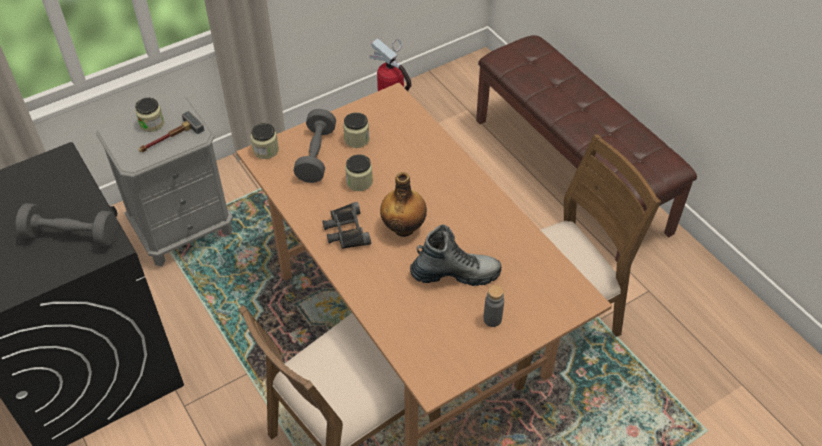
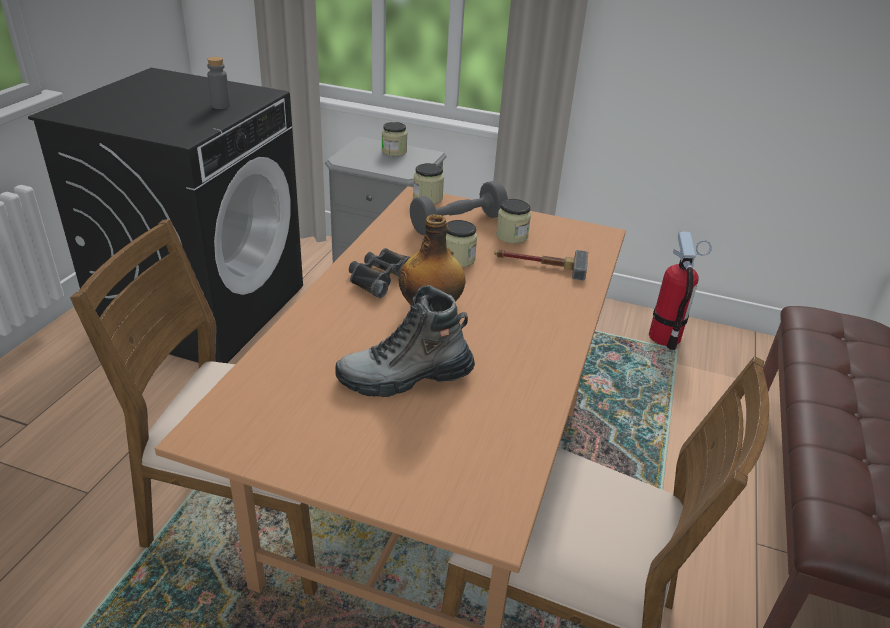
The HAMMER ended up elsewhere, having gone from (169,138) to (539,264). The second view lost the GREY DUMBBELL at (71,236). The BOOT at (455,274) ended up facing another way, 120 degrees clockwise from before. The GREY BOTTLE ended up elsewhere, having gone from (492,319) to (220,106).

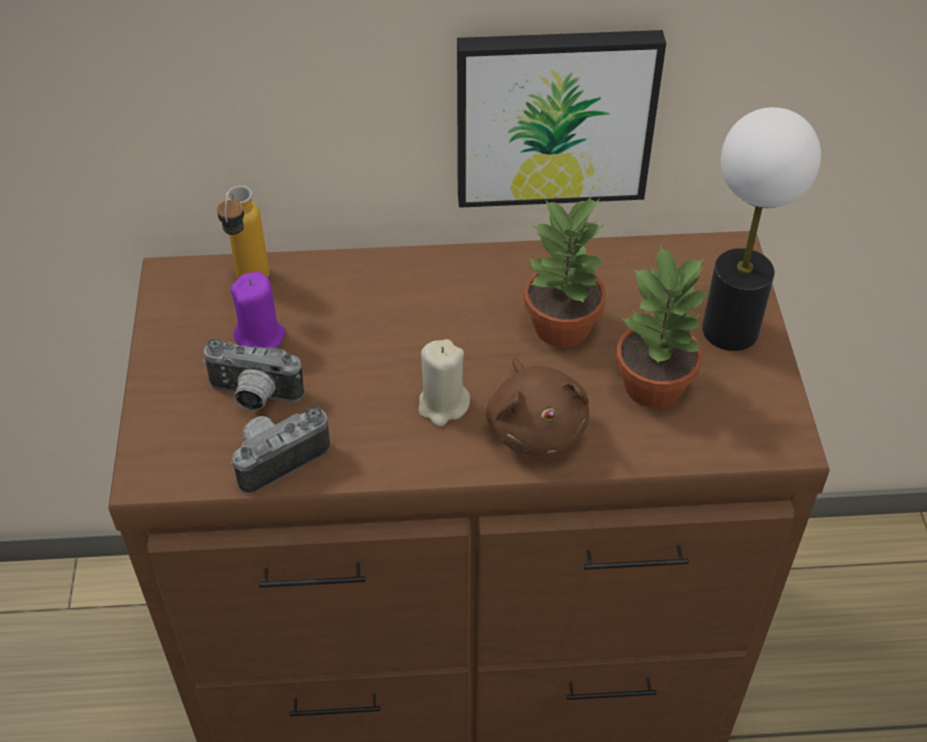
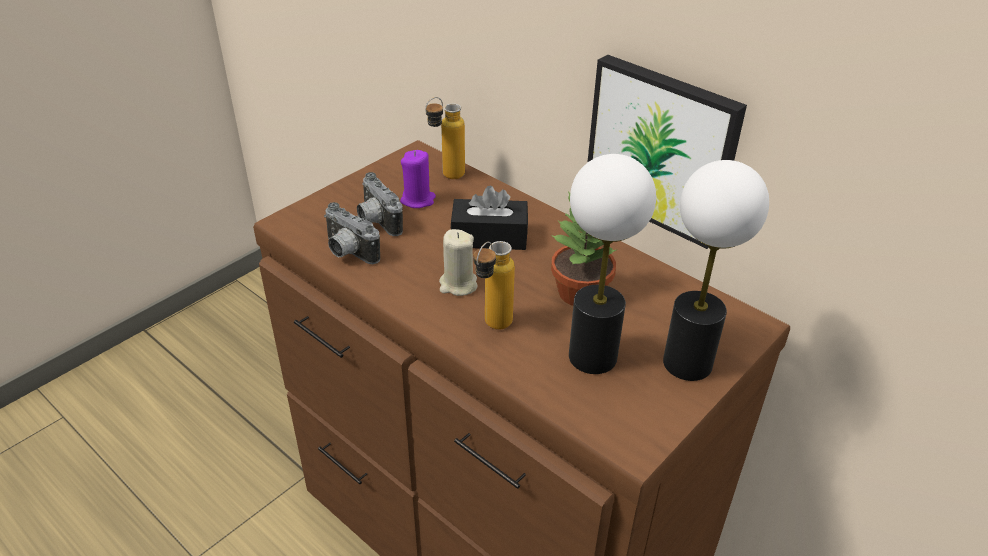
Where the POTTED PLANT stood at (654,384), the TABLE LAMP came to stand at (593,356). Where the BROWN PLUSH TOY stood at (536,426), the BOTTLE came to stand at (492,328). The PHOTO CAMERA at (278,458) ended up facing another way, 150 degrees counterclockwise from before. The second view gained the BLACK TISSUE BOX at (489,237).

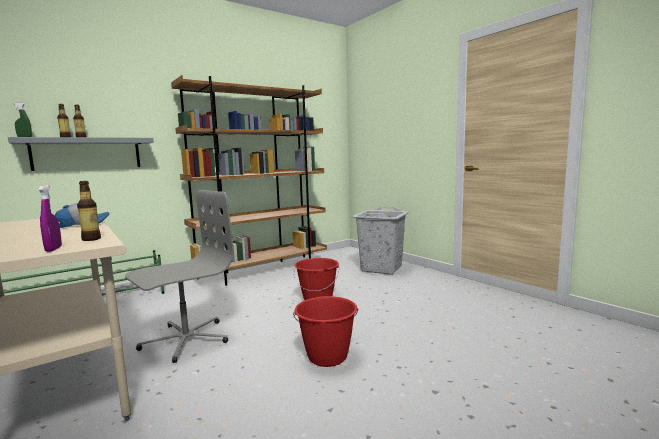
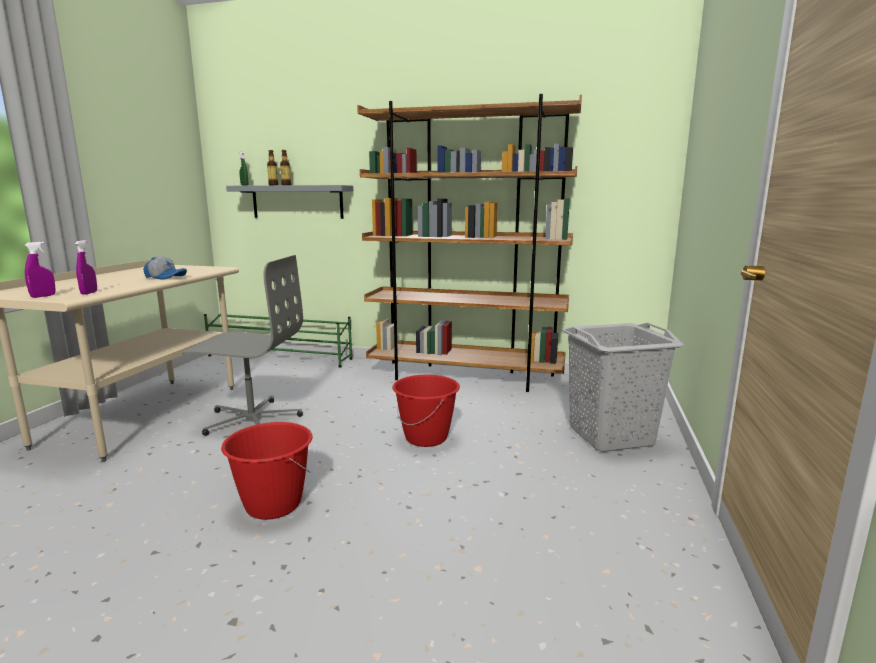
Where the BOTTLE stood at (91,239), the PURPLE SPRAY BOTTLE came to stand at (89,293).

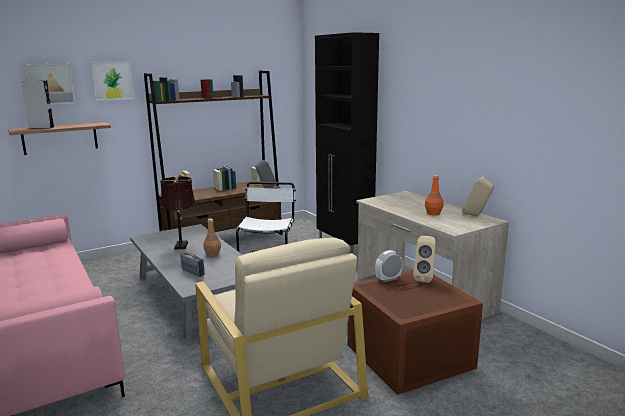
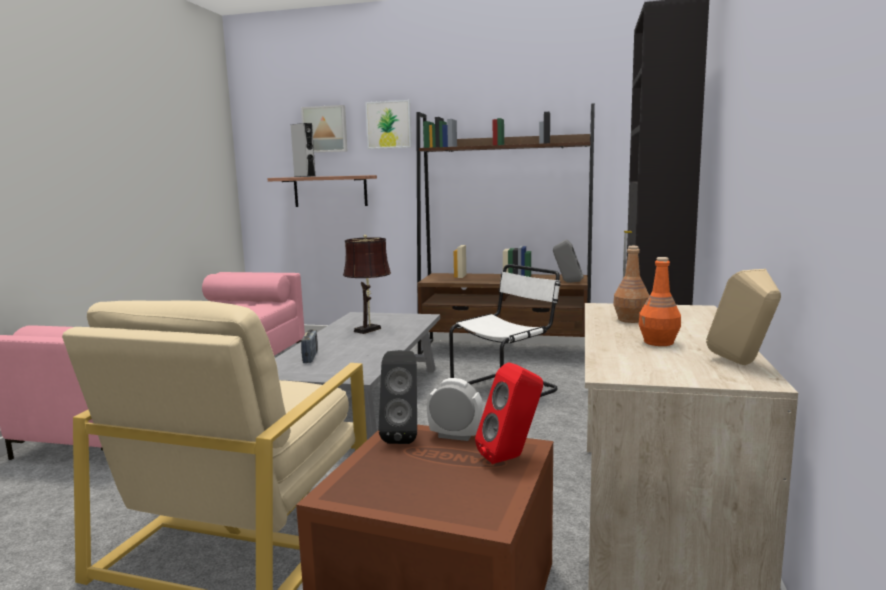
The BROWN BOTTLE ended up elsewhere, having gone from (212,254) to (630,320). What was the BEIGE SPEAKER at (424,279) turned into the RED SPEAKER at (511,458). The second view gained the BLACK SPEAKER at (402,436).

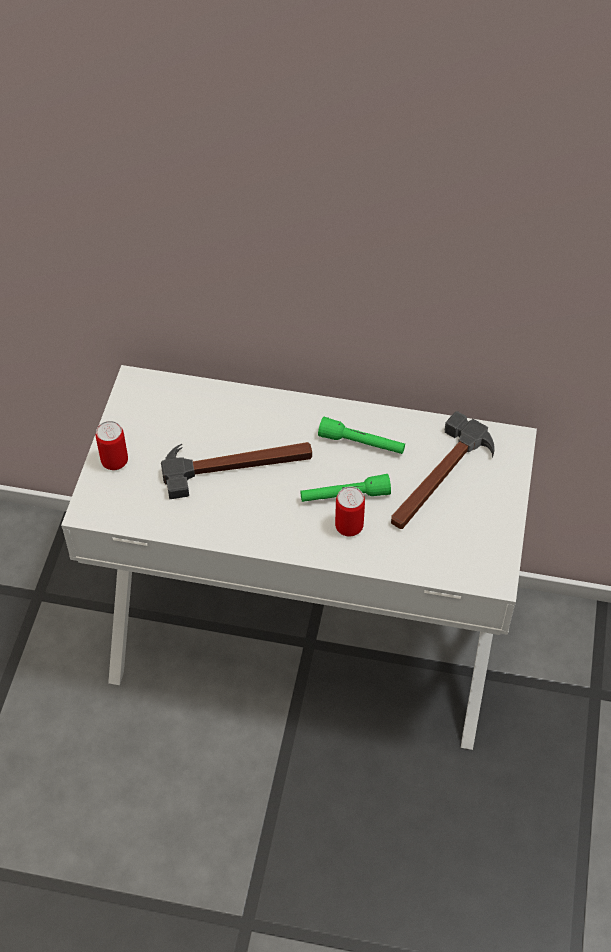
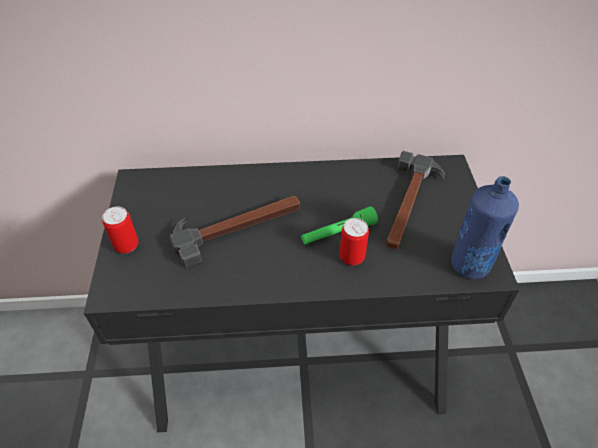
What was the WHITE DESK at (306,635) turned into the BLACK DESK at (299,355). The second view lost the GREEN FLASHLIGHT at (361,443). The second view gained the BLUE BOTTLE at (469,265).

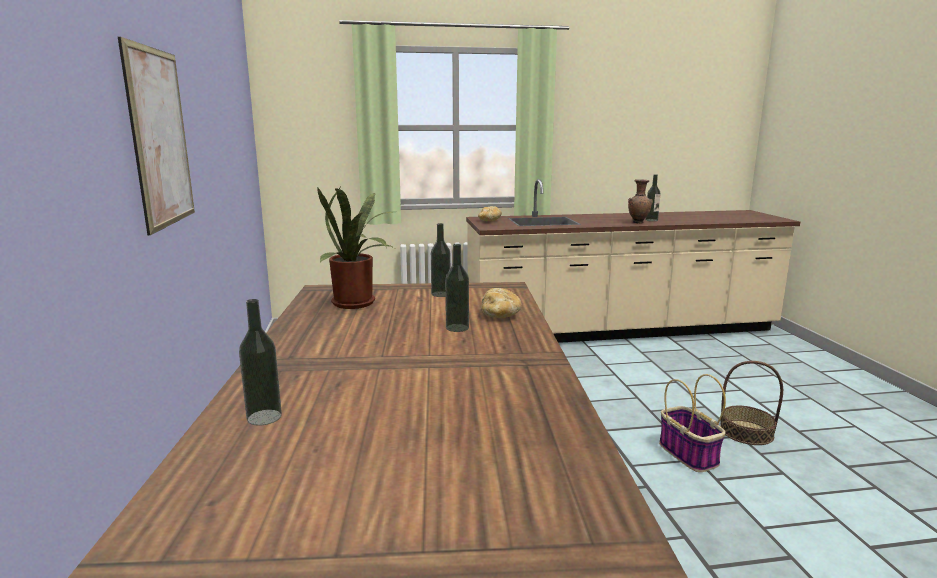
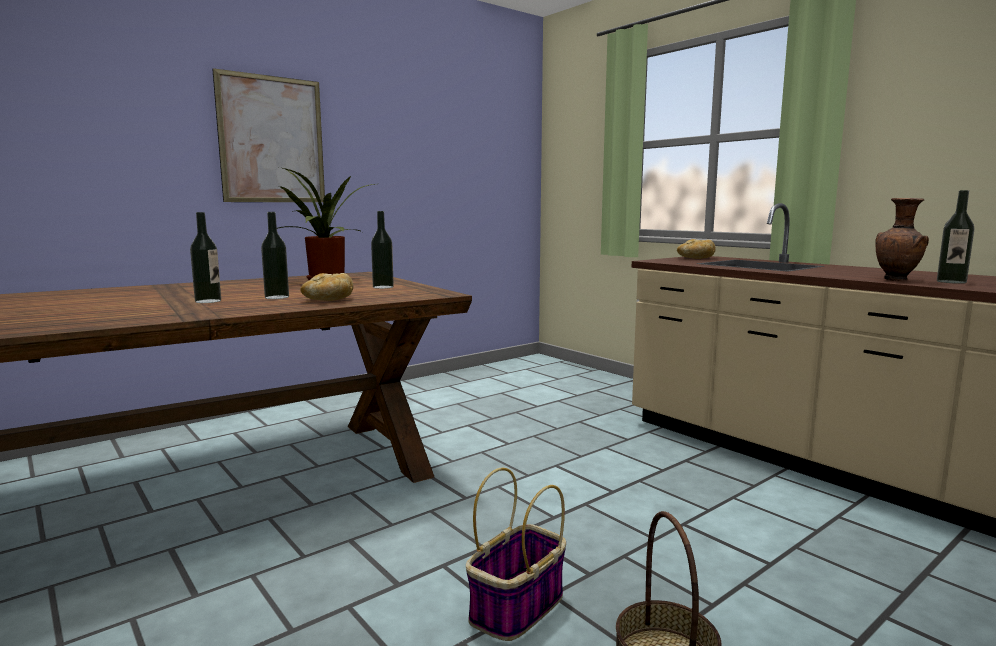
The BOTTLE ended up elsewhere, having gone from (264,417) to (208,301).

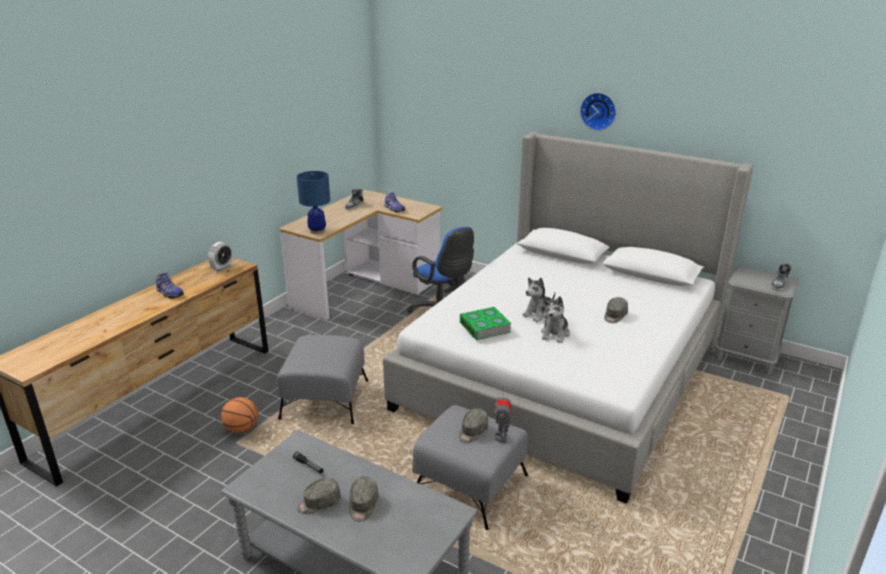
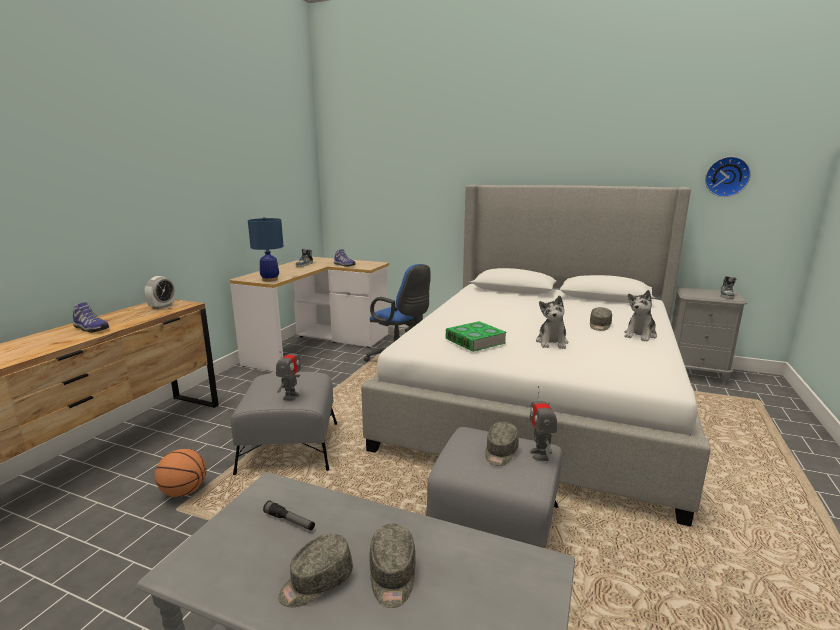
The WALL CLOCK ended up elsewhere, having gone from (599,111) to (726,177). The PLUSH TOY ended up elsewhere, having gone from (539,314) to (640,335). The second view gained the TOY ROBOT at (291,396).

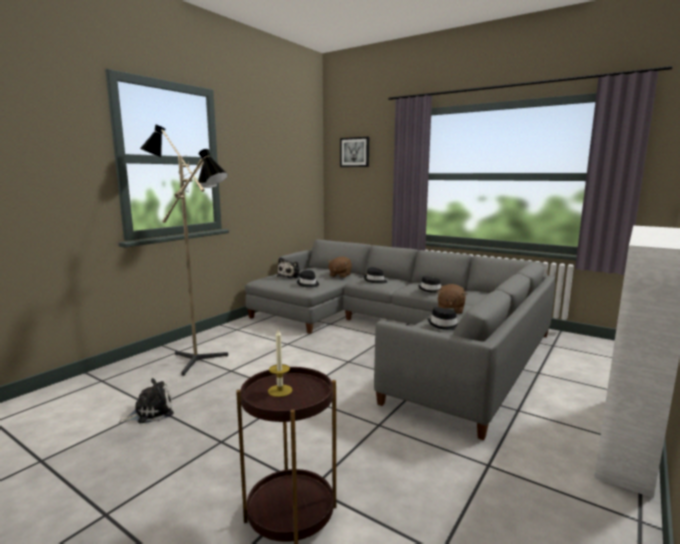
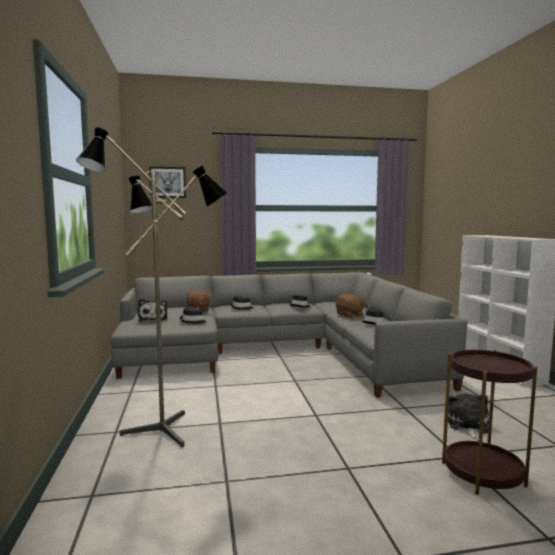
The second view lost the CANDLE at (280,390). The PLUSH TOY ended up elsewhere, having gone from (151,412) to (467,426).

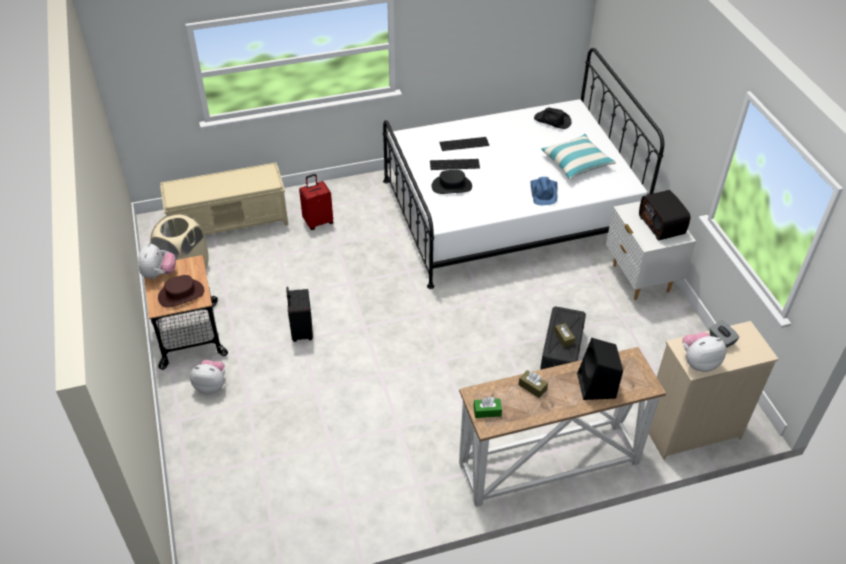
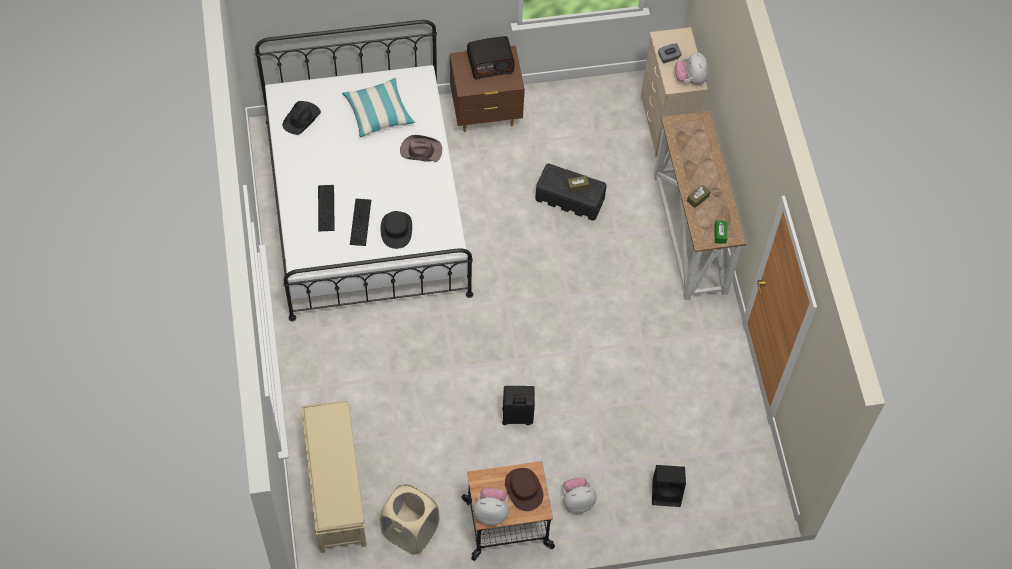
The second view lost the RED SUITCASE at (318,222). What was the BLUE HAT at (544,192) turned into the BROWN HAT at (420,150). What was the WHITE NIGHTSTAND at (640,278) turned into the BROWN NIGHTSTAND at (485,114). The BLACK SPEAKER ended up elsewhere, having gone from (597,386) to (667,492). The PLUSH TOY at (211,385) ended up facing another way, 60 degrees clockwise from before.

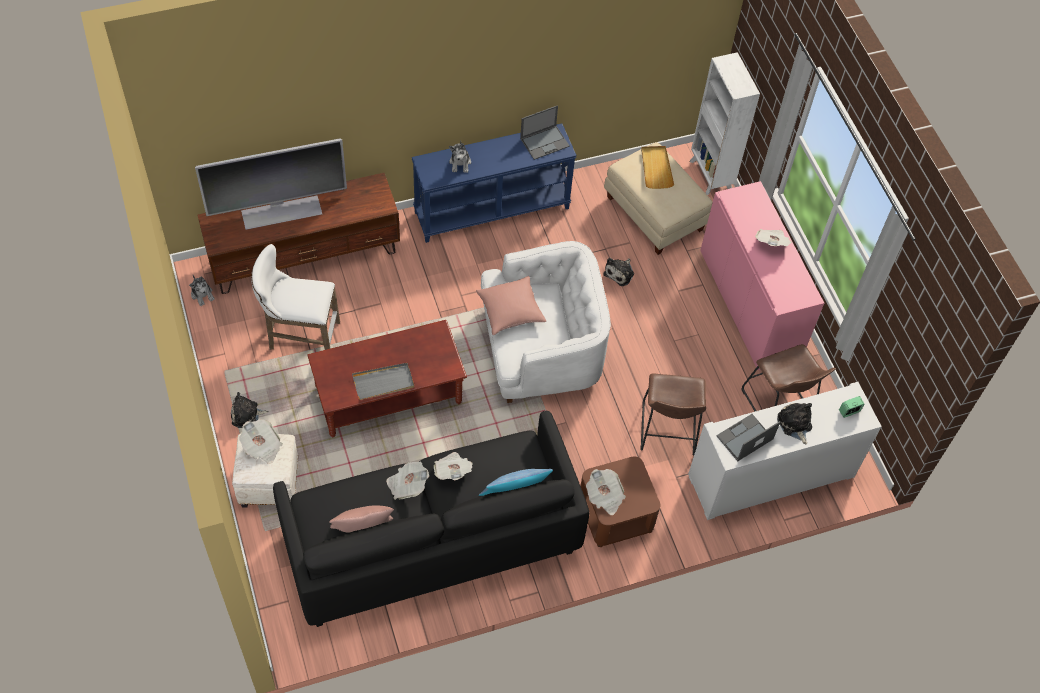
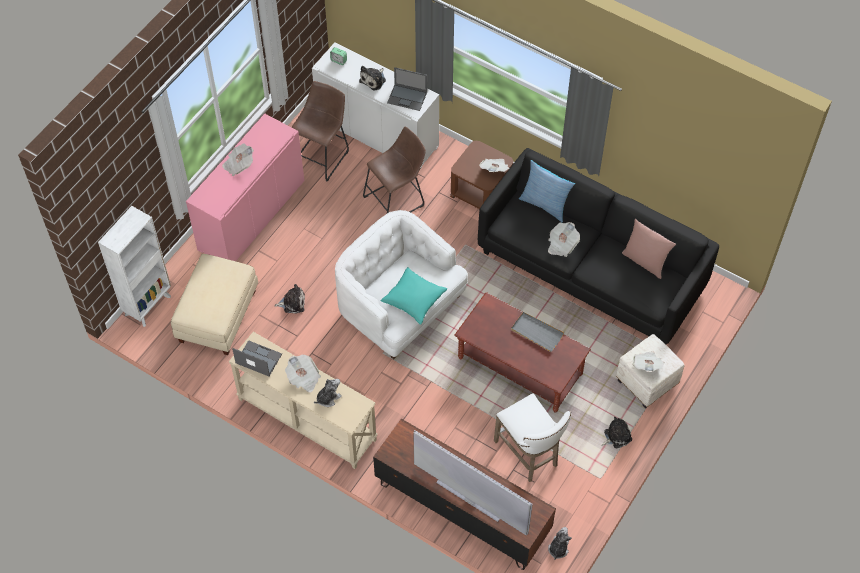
What was the BLUE CONSOLE TABLE at (492,209) turned into the BEIGE CONSOLE TABLE at (306,420). The second view lost the BEIGE TRAY at (656,168). What was the PINK PILLOW at (510,311) turned into the TURQUOISE PILLOW at (414,299). The PLUSH TOY at (247,414) ended up facing another way, 75 degrees counterclockwise from before. The NEWSPAPER ended up elsewhere, having gone from (407,485) to (303,378).

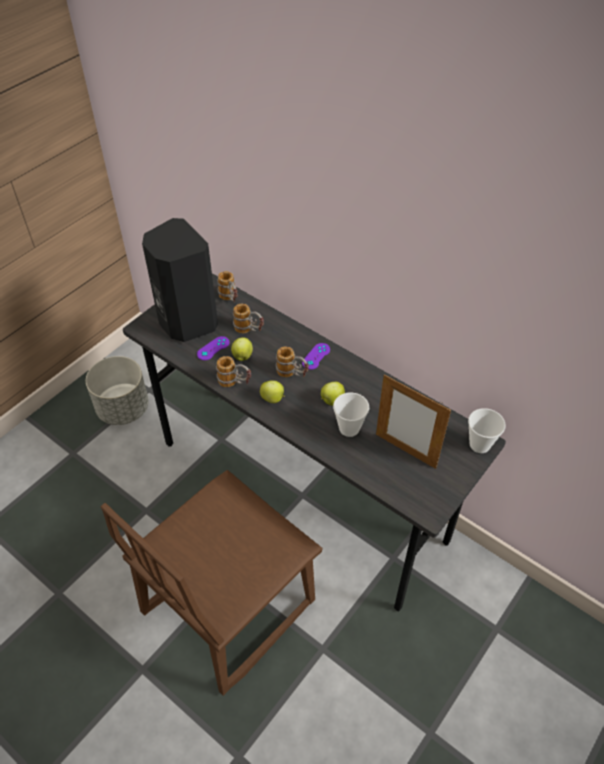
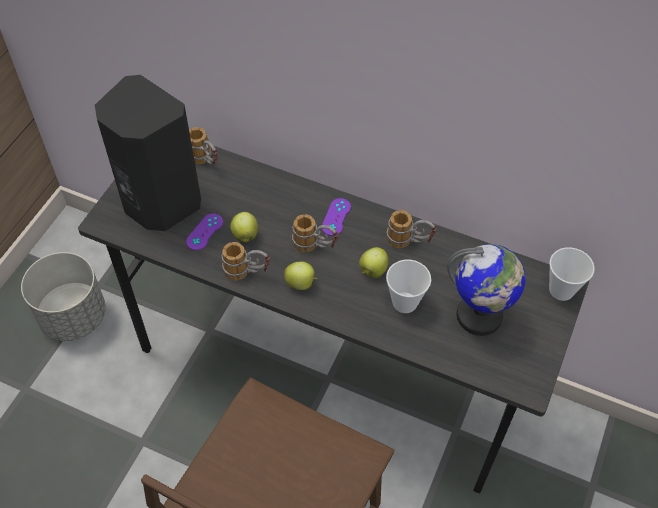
The MUG ended up elsewhere, having gone from (249,330) to (409,242). Where the PICTURE FRAME stood at (405,451), the GLOBE came to stand at (479,316).

